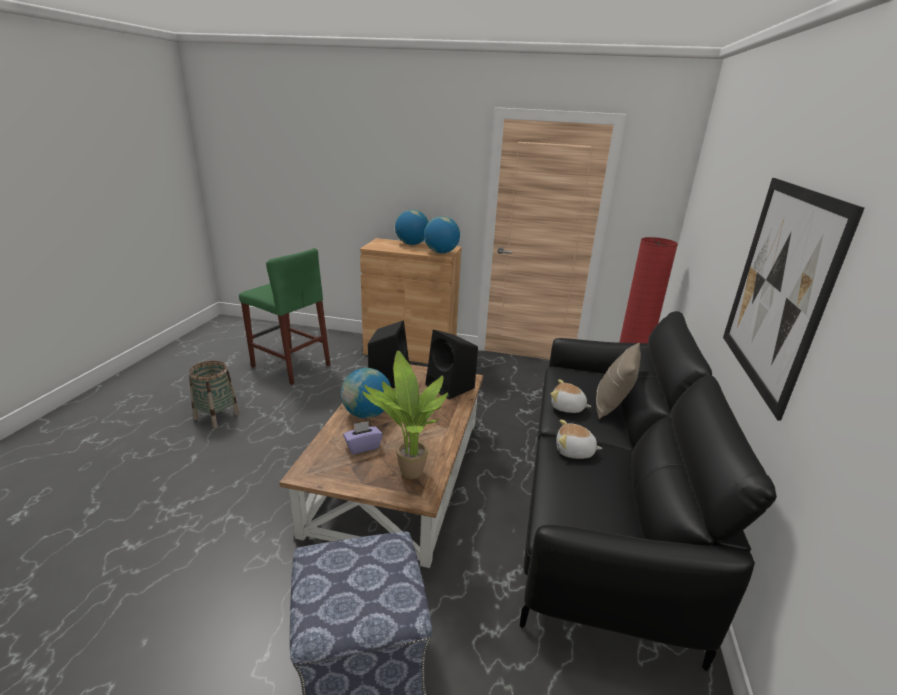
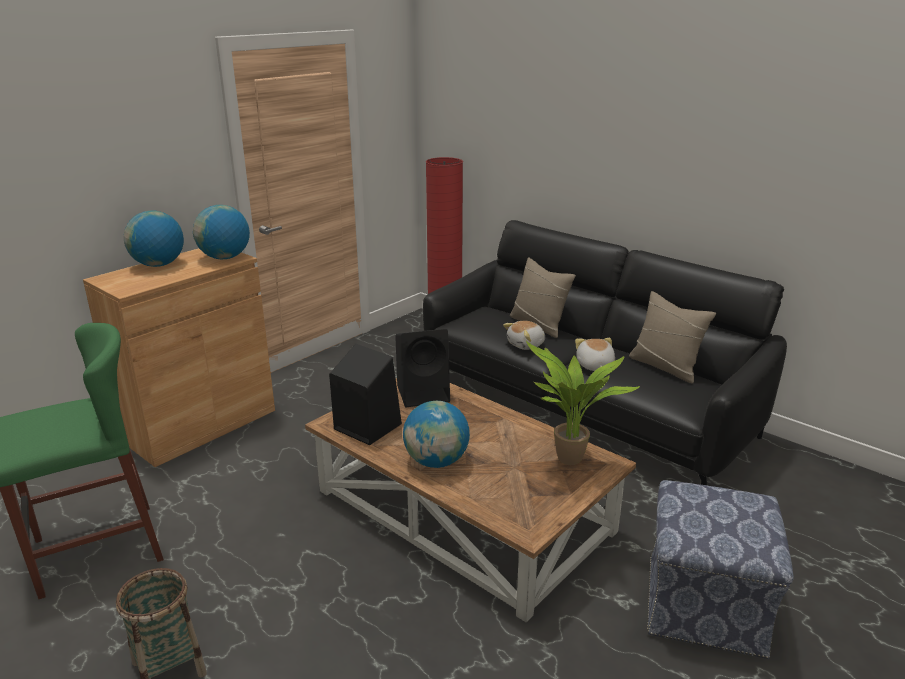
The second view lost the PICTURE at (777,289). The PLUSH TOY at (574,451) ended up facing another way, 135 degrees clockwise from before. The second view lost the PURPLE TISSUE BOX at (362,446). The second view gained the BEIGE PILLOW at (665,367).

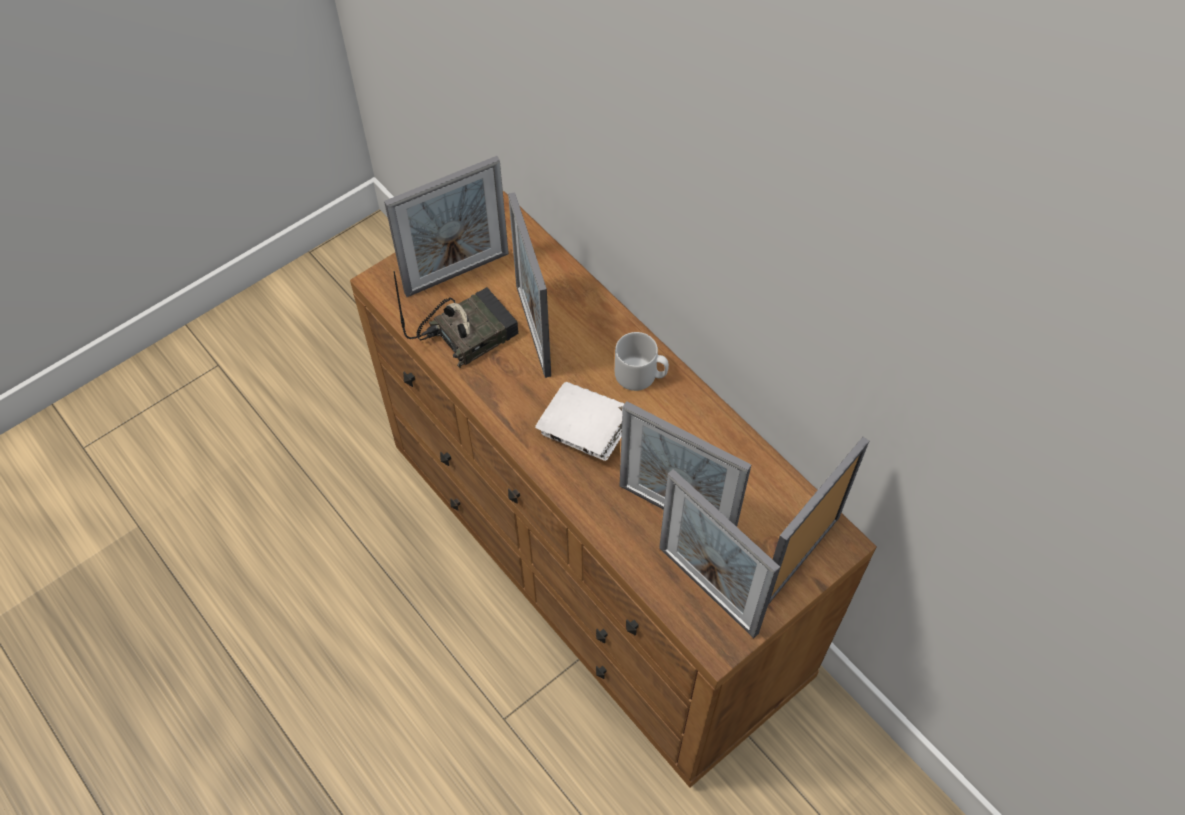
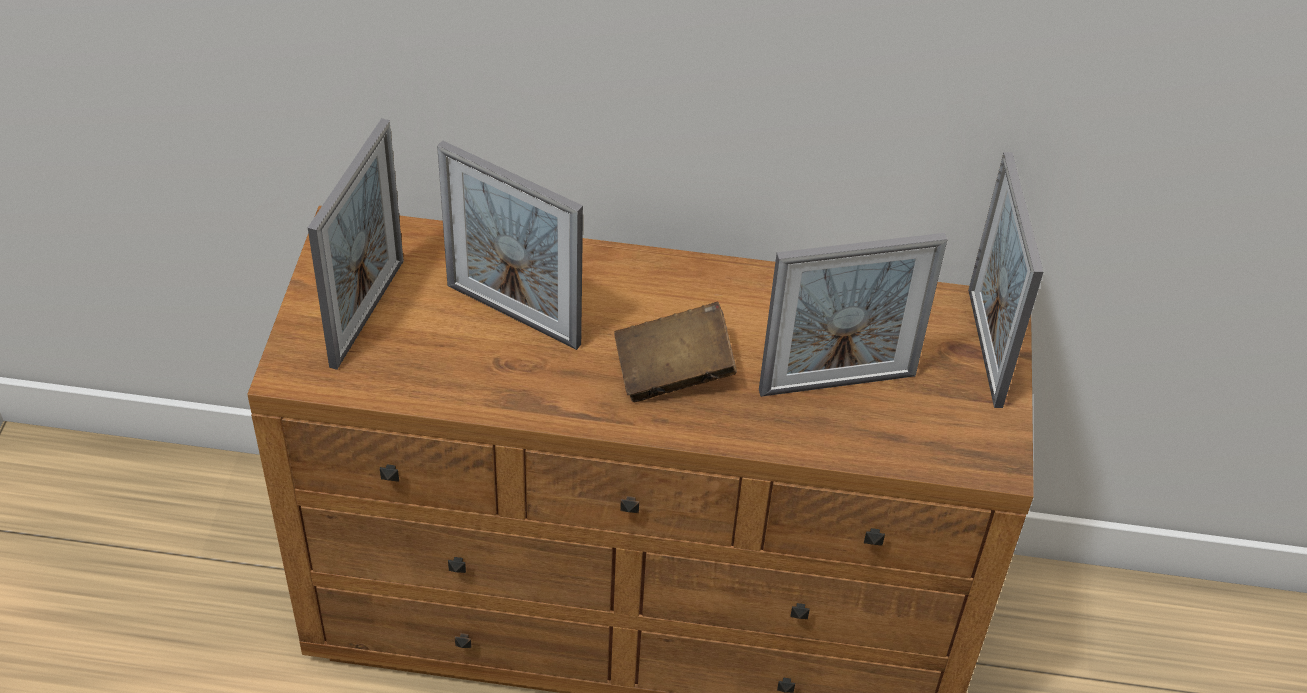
The second view lost the RADIO at (467,331). The second view lost the GREY MUG at (640,375). What was the WHITE BOOK at (585,432) turned into the BROWN BOOK at (673,372). The second view lost the PICTURE FRAME at (707,590).

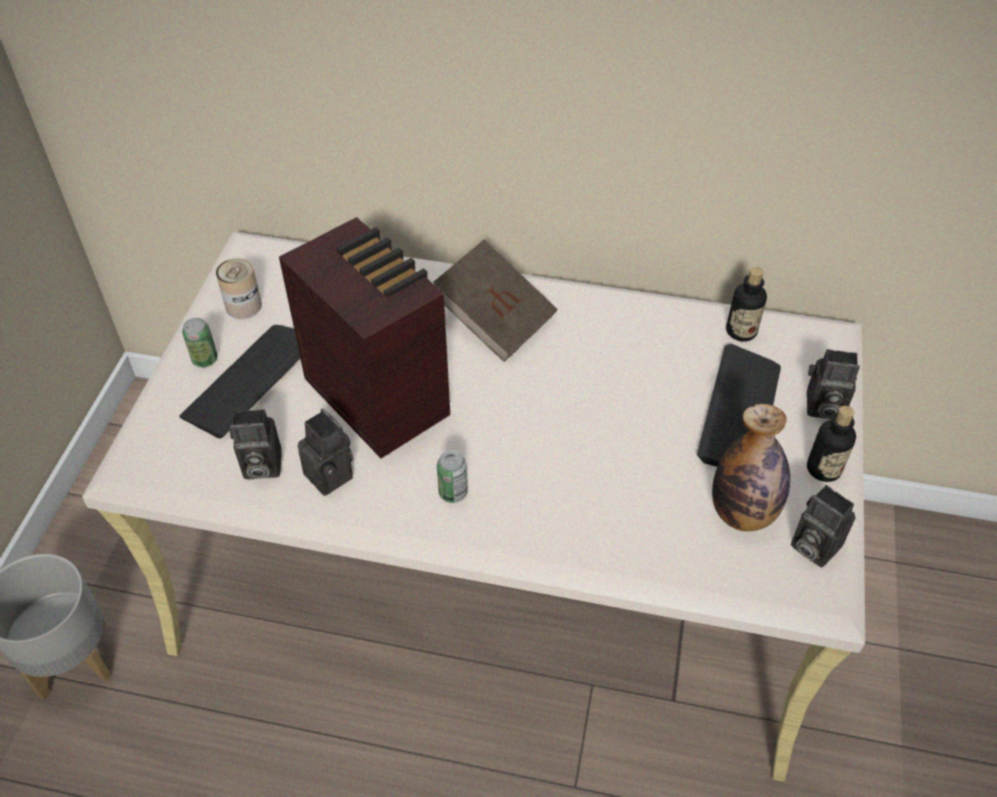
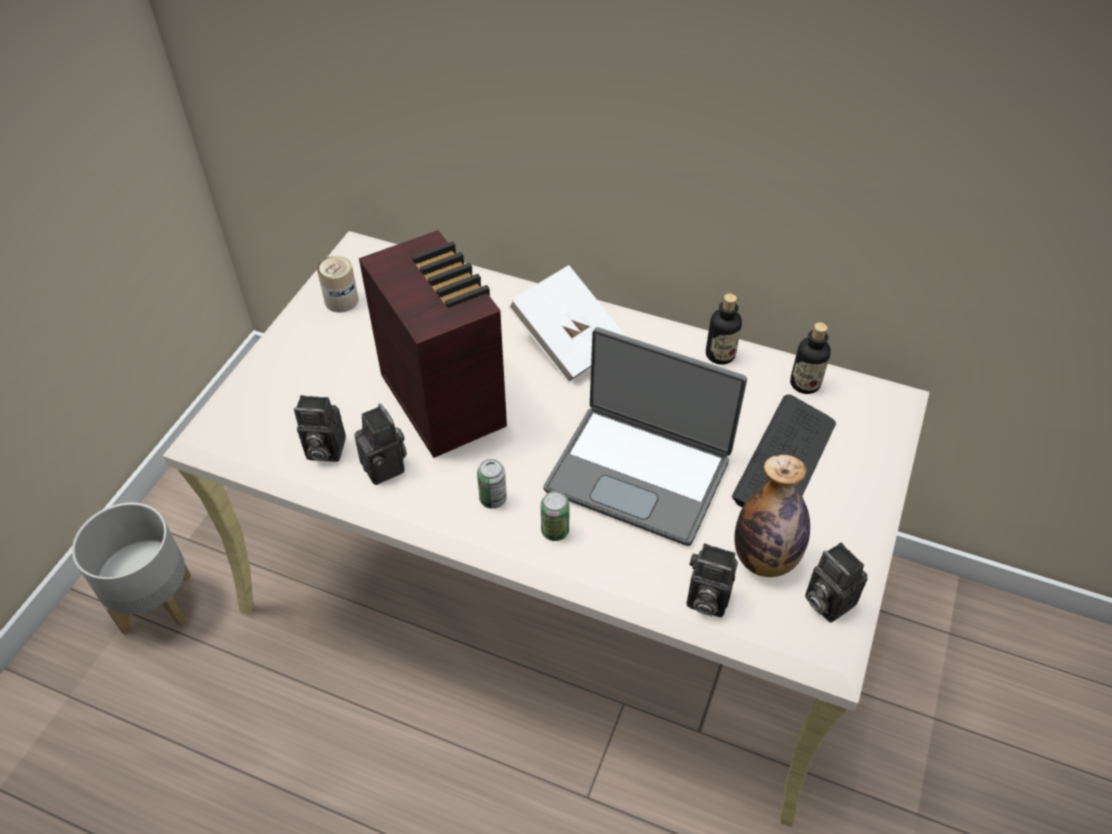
What was the BROWN BOOK at (494,319) turned into the WHITE BOOK at (569,341). The CAN ended up elsewhere, having gone from (205,359) to (555,531). The second view lost the KEYBOARD at (250,380). The PHOTO CAMERA ended up elsewhere, having gone from (821,407) to (705,599). The BOTTLE ended up elsewhere, having gone from (823,469) to (720,355). The second view gained the LAPTOP at (639,473).

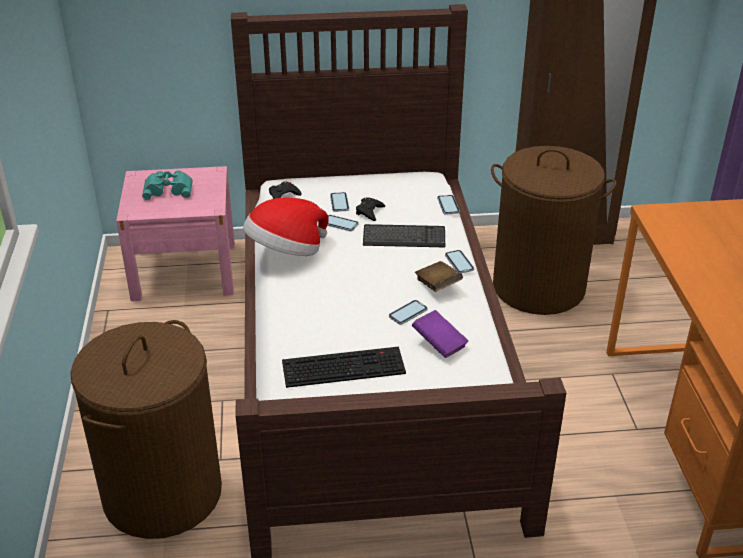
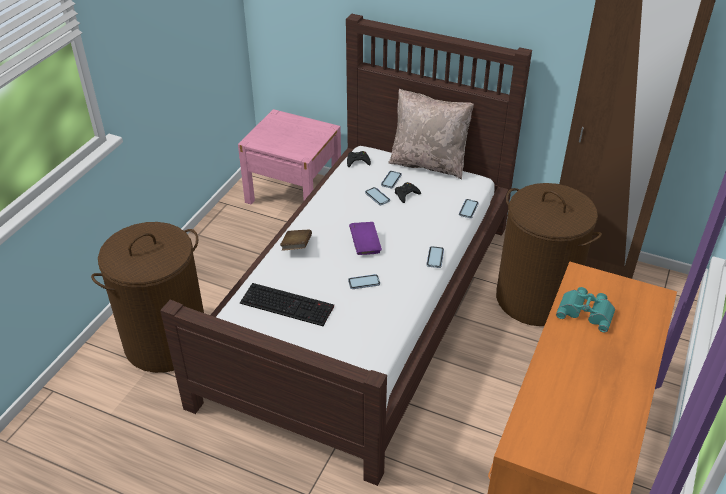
The TURQUOISE BINOCULARS ended up elsewhere, having gone from (168,189) to (586,311). The second view lost the HAT at (286,252). The second view lost the KEYBOARD at (404,238). The BROWN BOOK ended up elsewhere, having gone from (437,286) to (296,247). The PURPLE BOOK ended up elsewhere, having gone from (439,344) to (365,245). The second view gained the BEIGE PILLOW at (428,163).

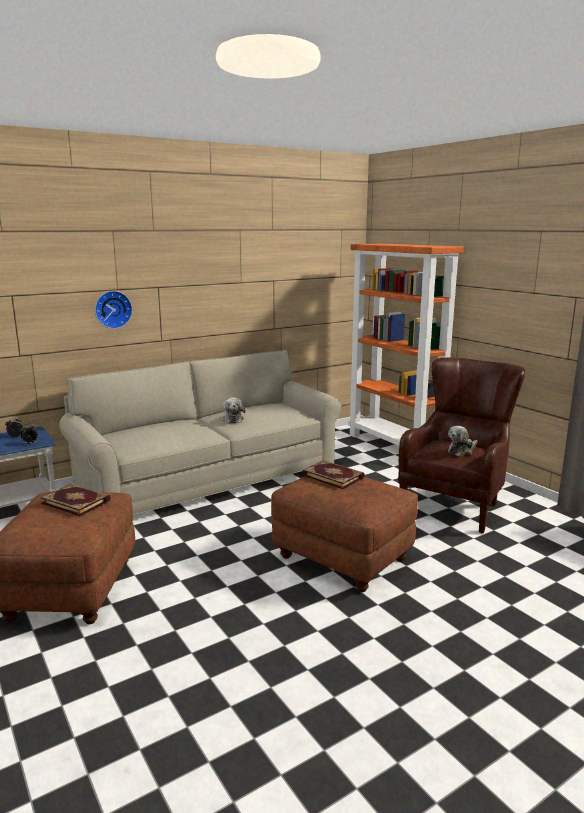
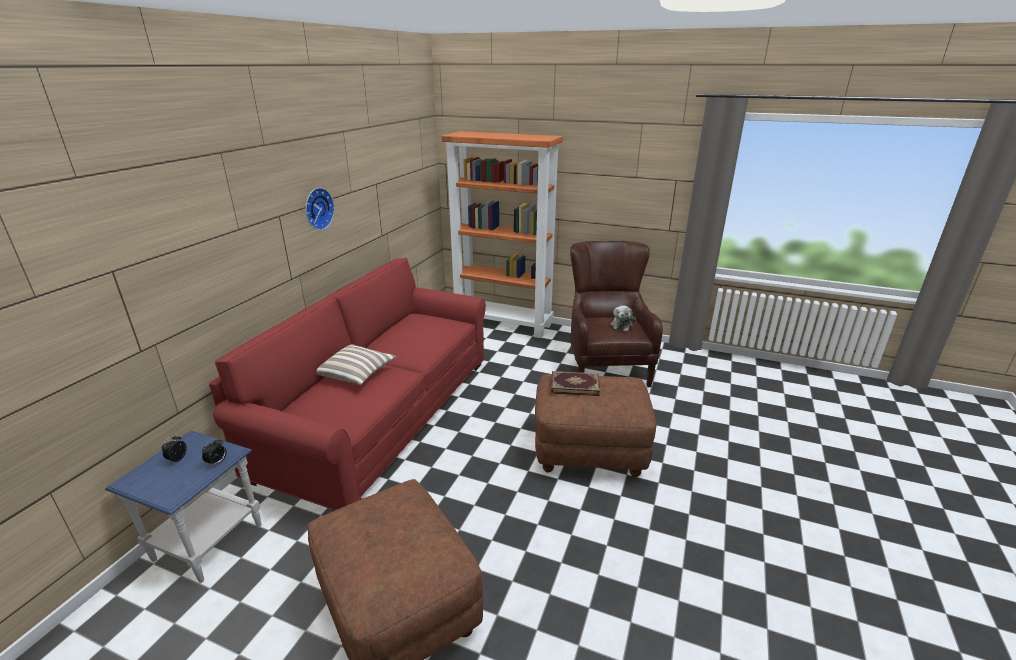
The WALL CLOCK ended up elsewhere, having gone from (112,309) to (317,208). What was the BEIGE SOFA at (208,478) turned into the RED SOFA at (381,413). The second view lost the PLUSH TOY at (232,419). The second view lost the BOOK at (76,501). The second view gained the PILLOW at (357,374).

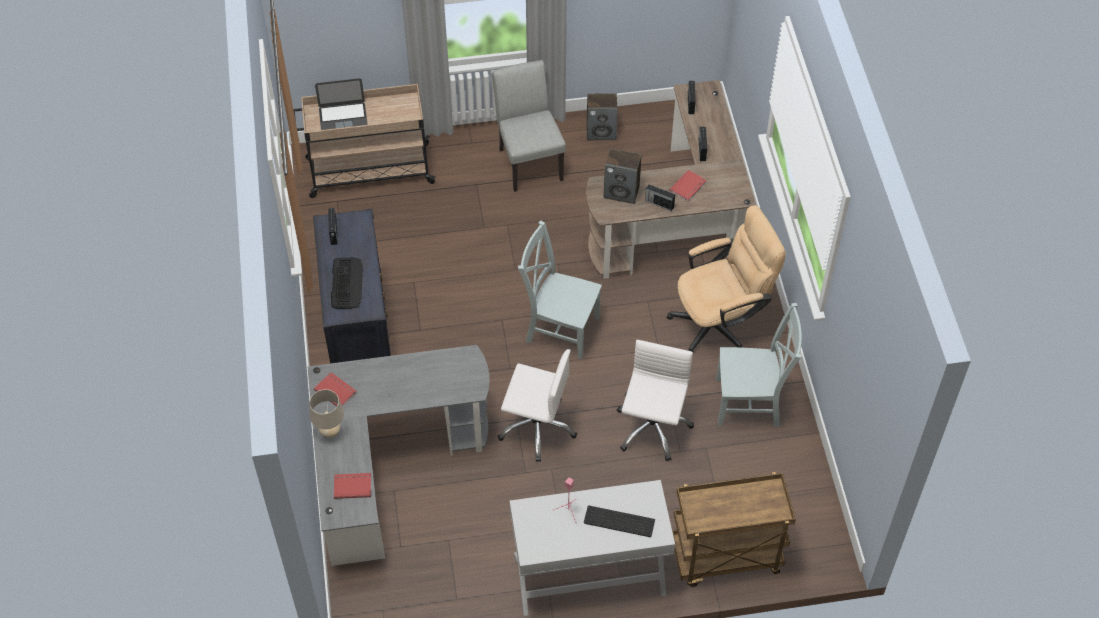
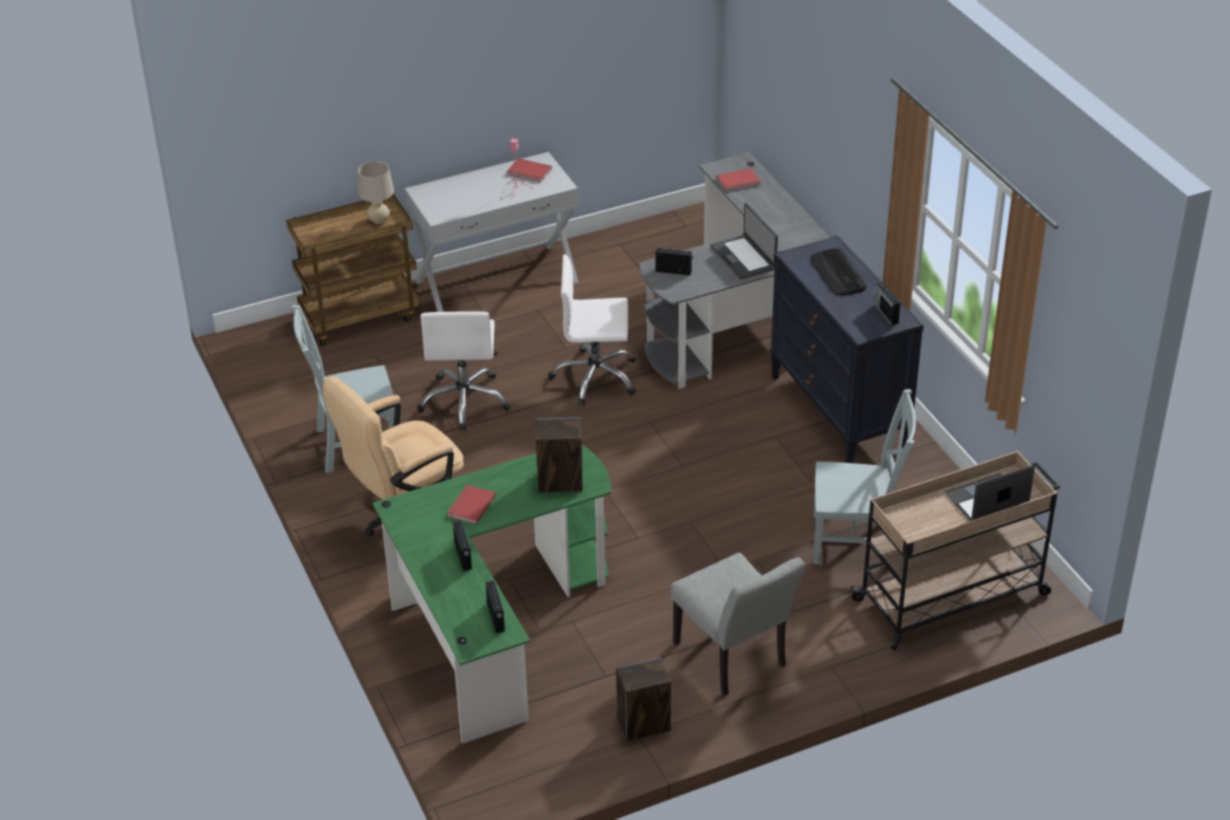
What was the BROWN DESK at (677,222) turned into the GREEN DESK at (491,621). The RADIO ended up elsewhere, having gone from (659,203) to (674,271). The GREY CHAIR ended up elsewhere, having gone from (559,327) to (857,541). The RED BOOK ended up elsewhere, having gone from (336,390) to (529,172). The BEIGE TABLE LAMP ended up elsewhere, having gone from (330,431) to (378,220). The second view lost the KEYBOARD at (618,522). The second view gained the LAPTOP at (744,257).

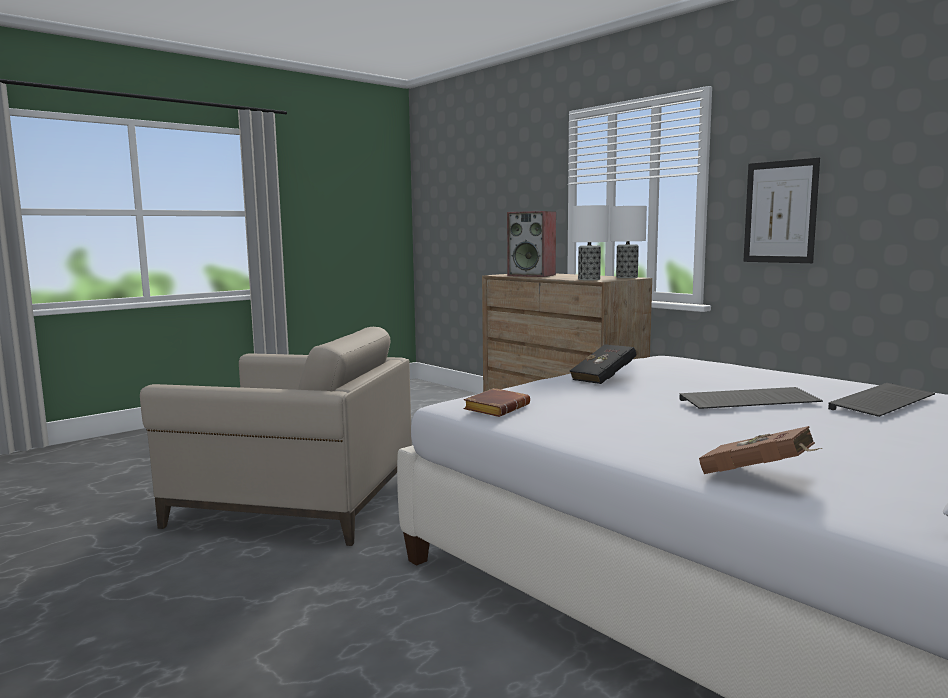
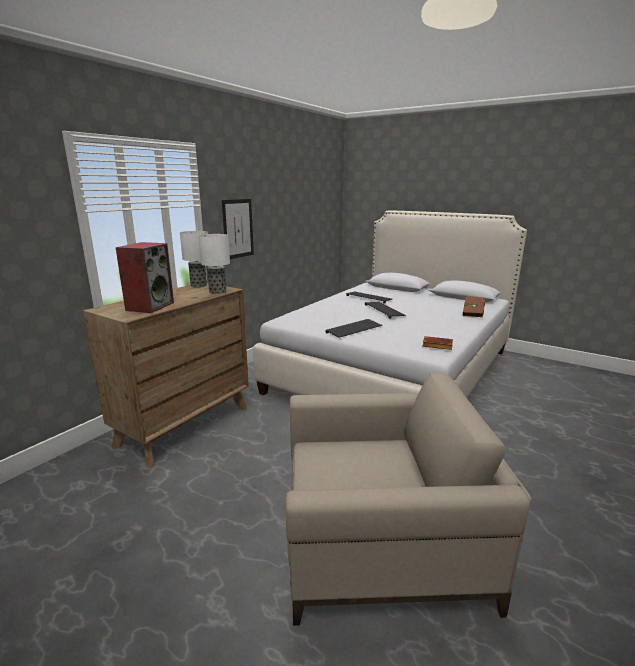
The BEIGE ARMCHAIR at (295,500) ended up facing another way, 90 degrees clockwise from before. Where the BLACK BOOK stood at (605,379), the KEYBOARD came to stand at (354,330).

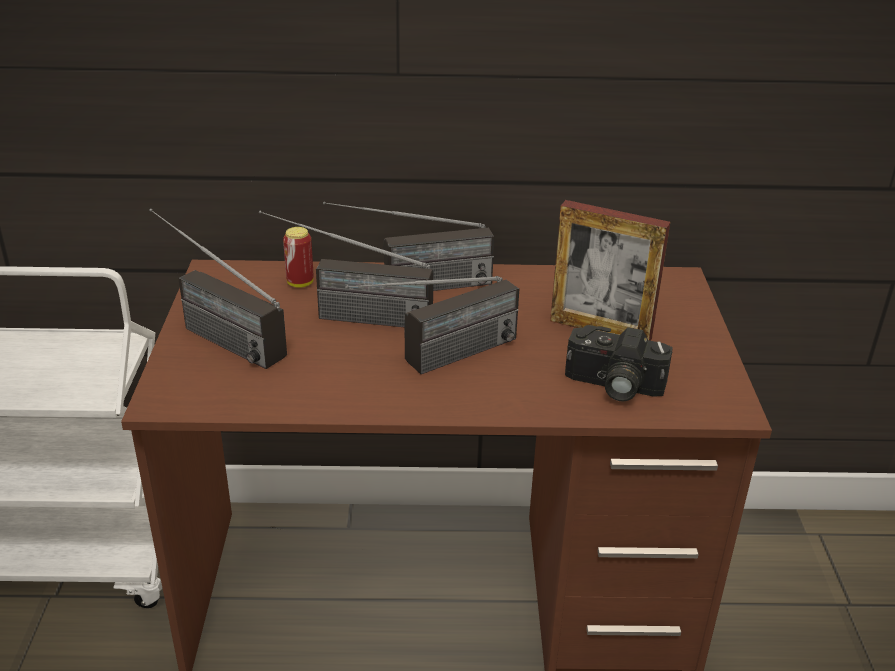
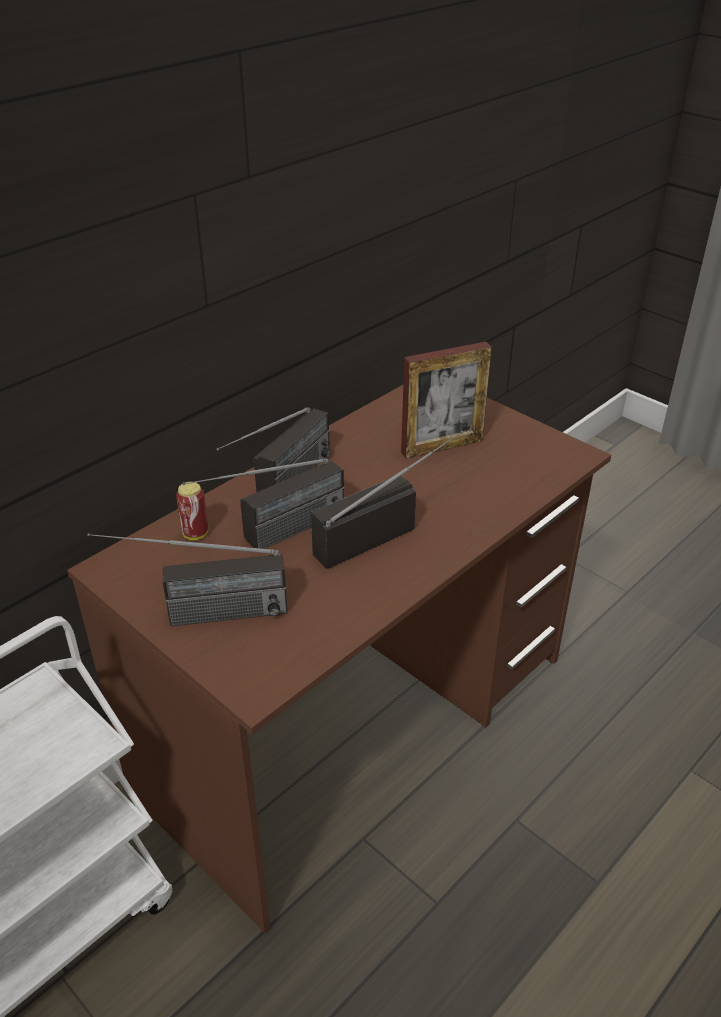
The RADIO at (436,361) ended up facing another way, 135 degrees counterclockwise from before. The second view lost the PHOTO CAMERA at (612,386).

